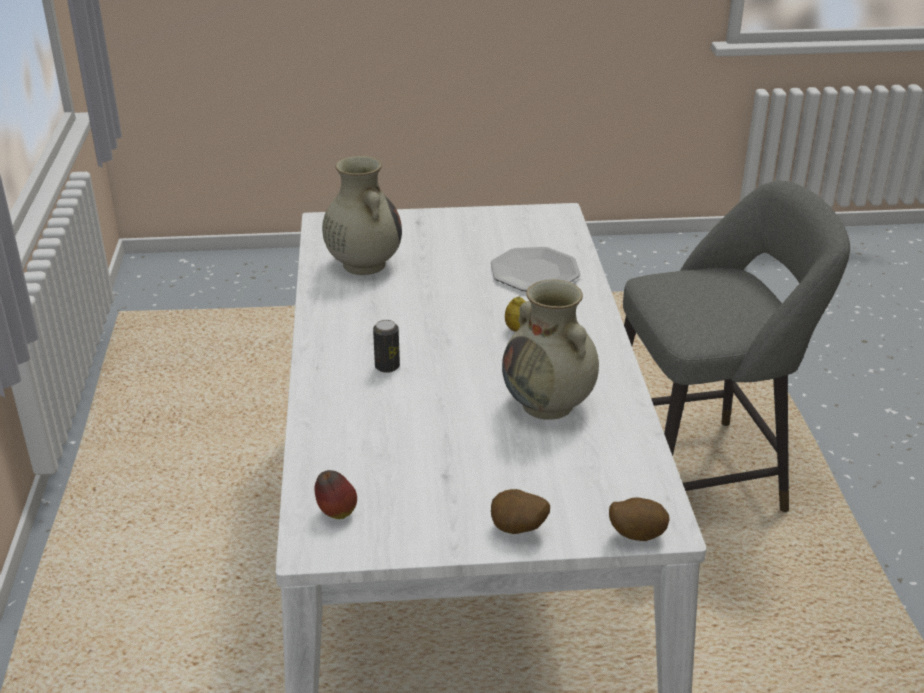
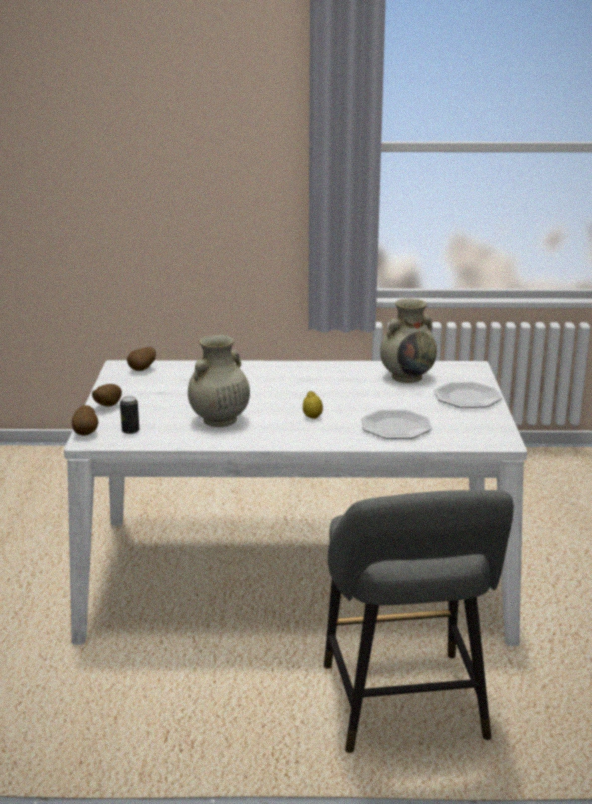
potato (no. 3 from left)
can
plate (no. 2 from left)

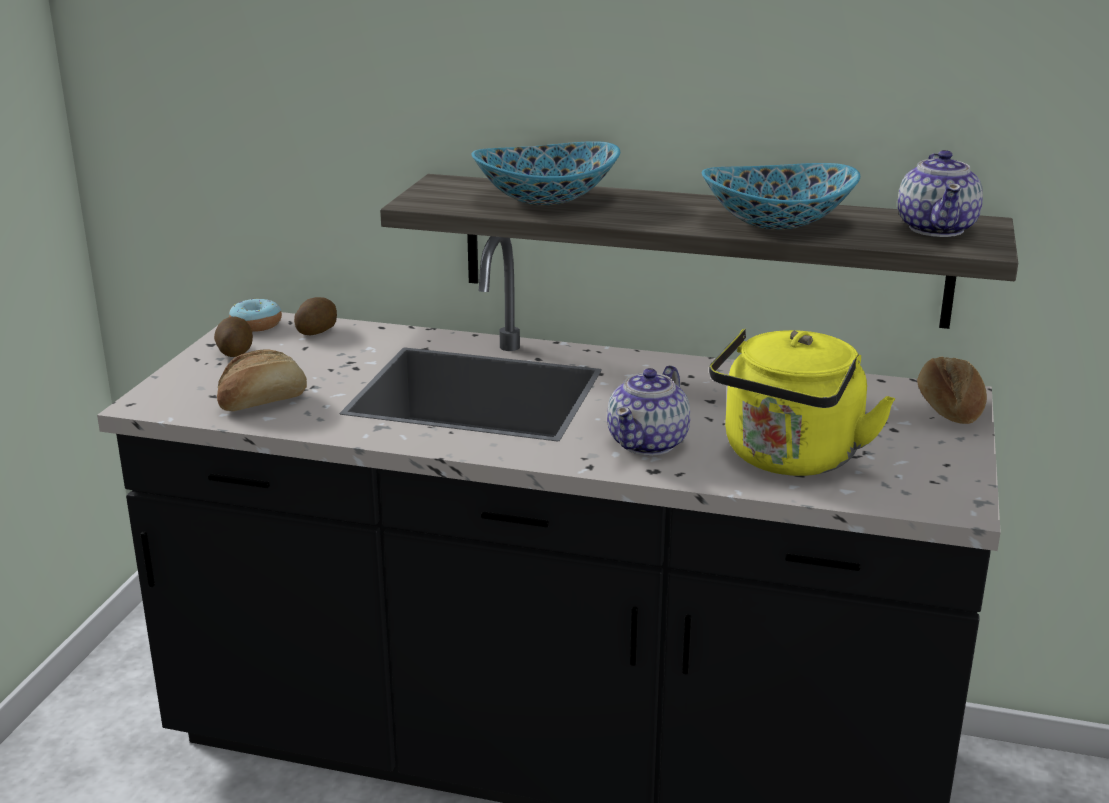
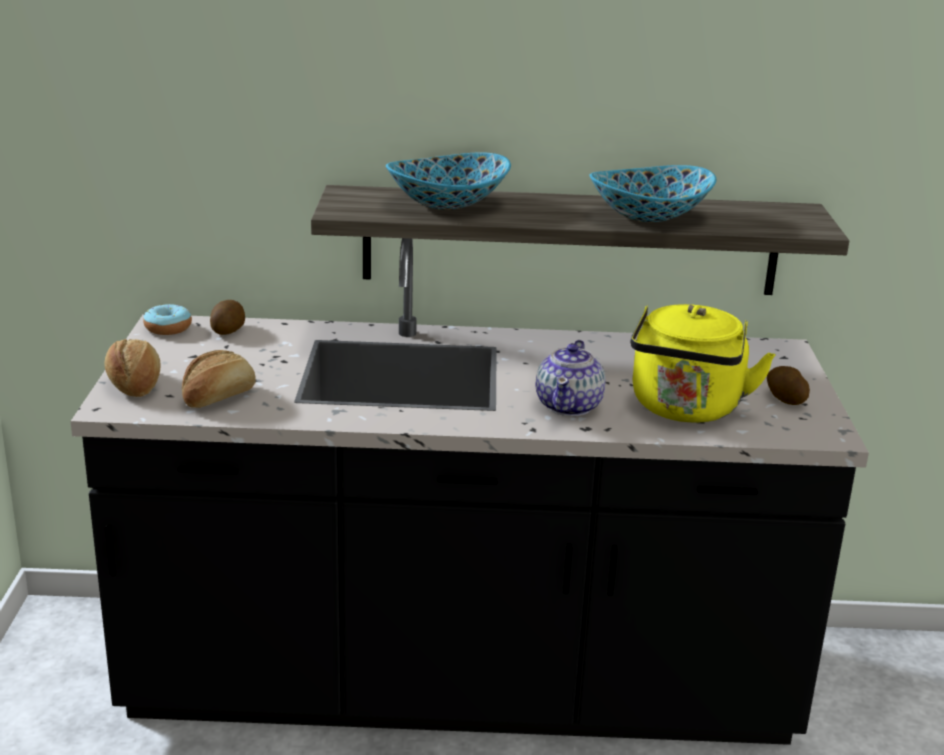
potato (no. 2 from left)
teapot (no. 2 from left in the first image)
bread (no. 1 from left)

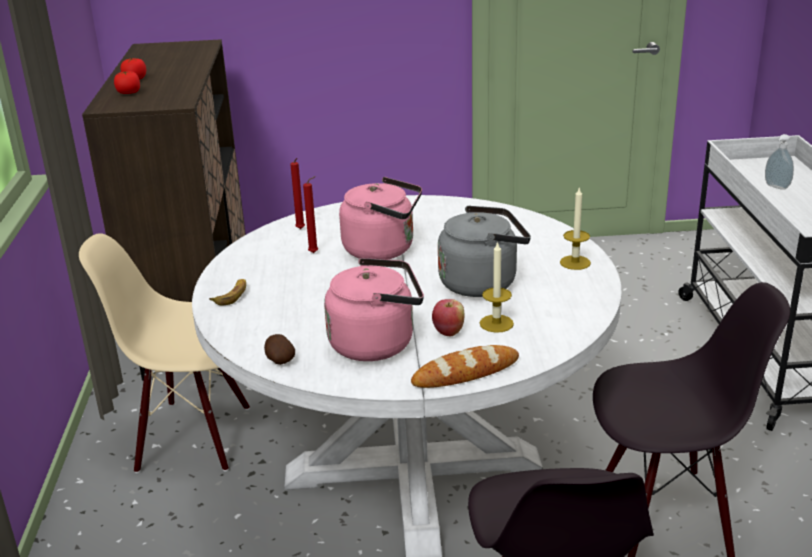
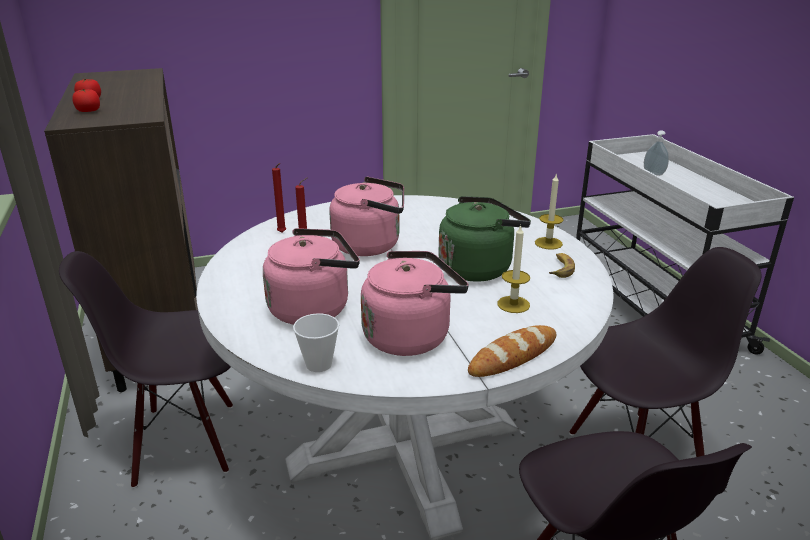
chair (black) (no. 1 from left)
banana
cup
apple
kettle (green)
kettle (pink) (no. 1 from left)

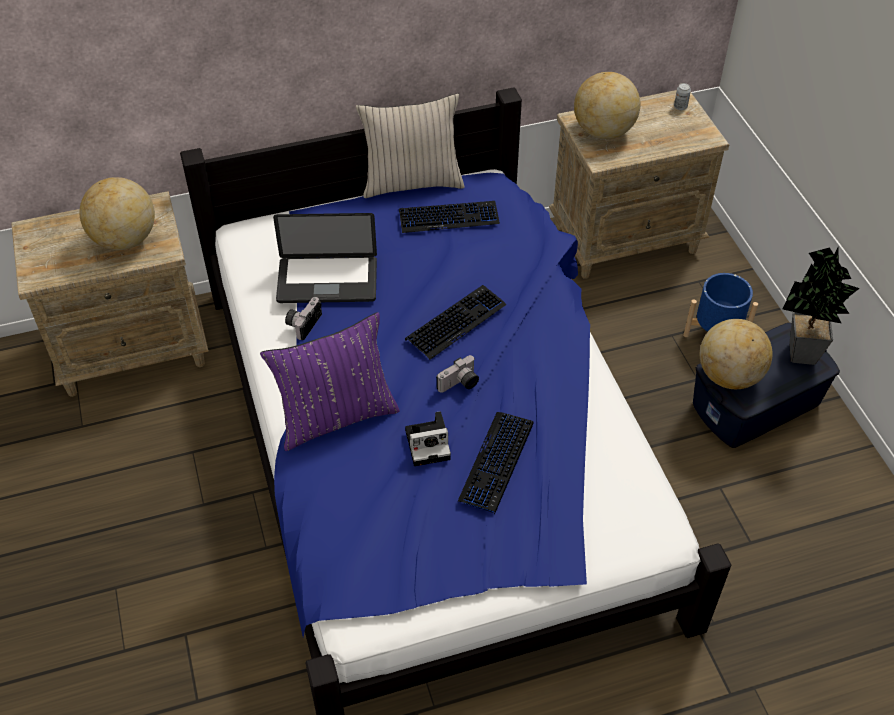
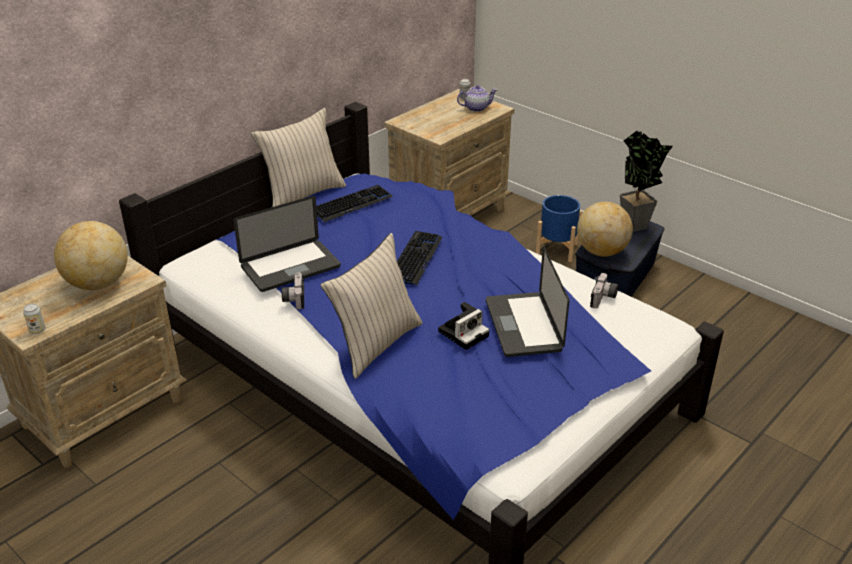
pillow (beige) (no. 2 from left)
photo camera (no. 3 from left)
laptop (no. 2 from left)
globe (no. 2 from left in the first image)
can (no. 1 from left)
teapot

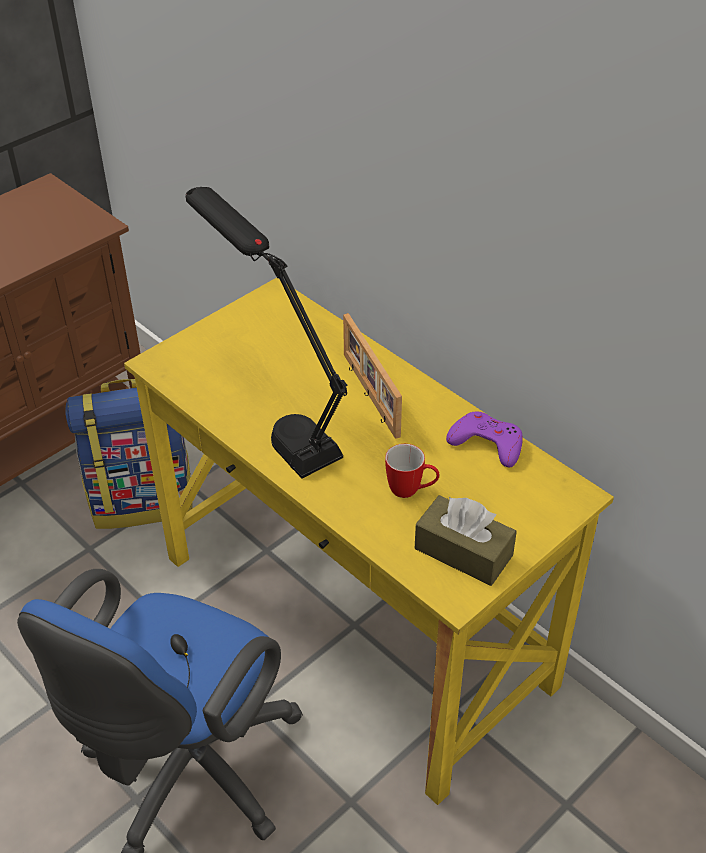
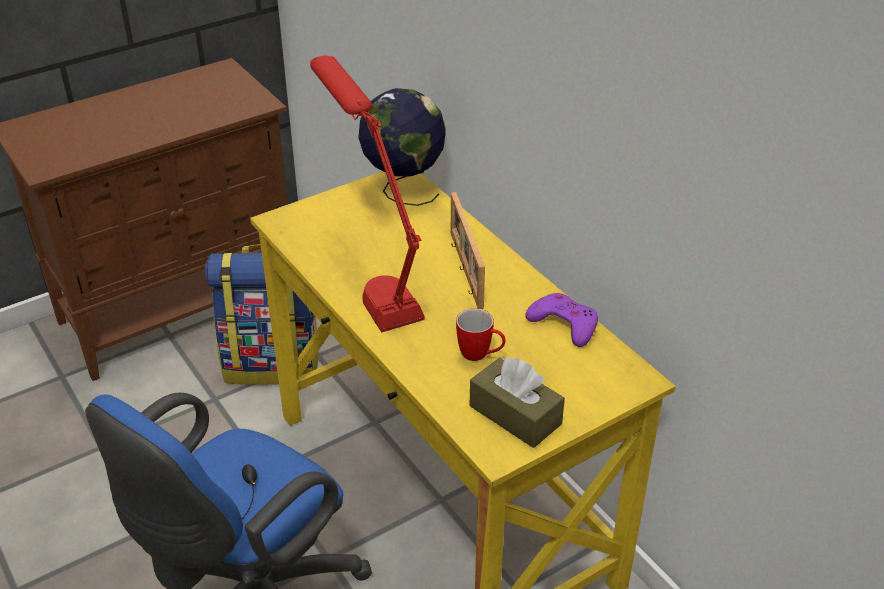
table lamp (red)
globe

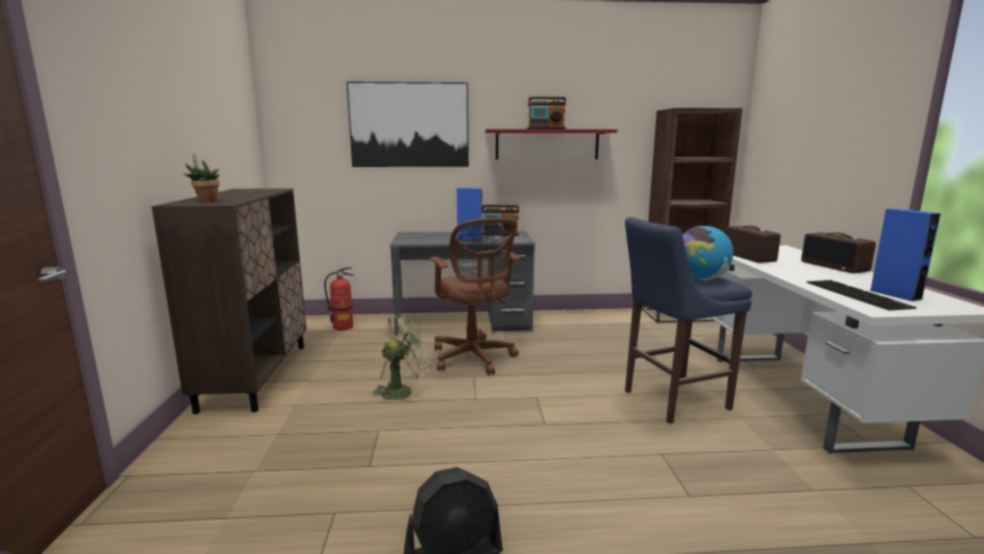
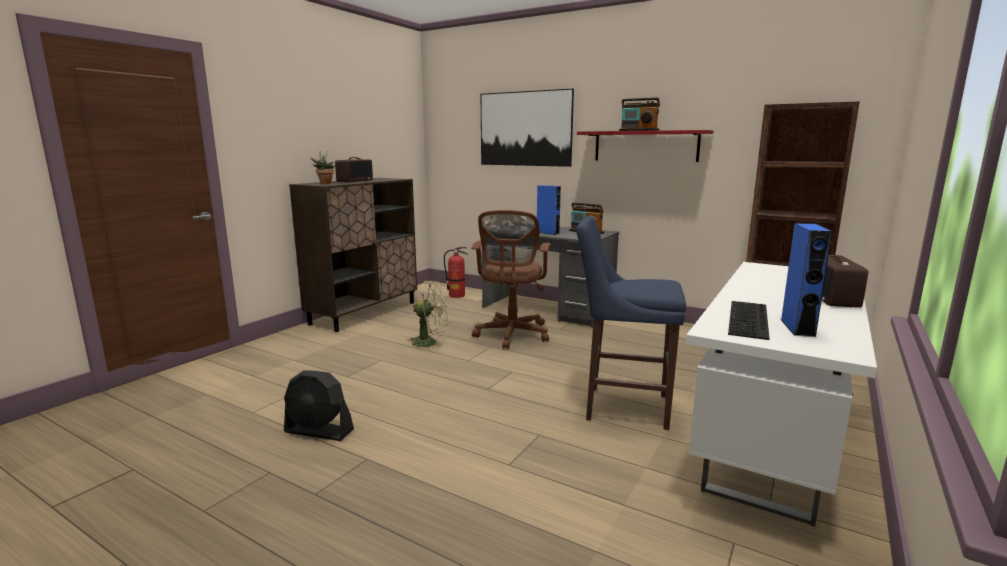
globe
radio (no. 1 from left)

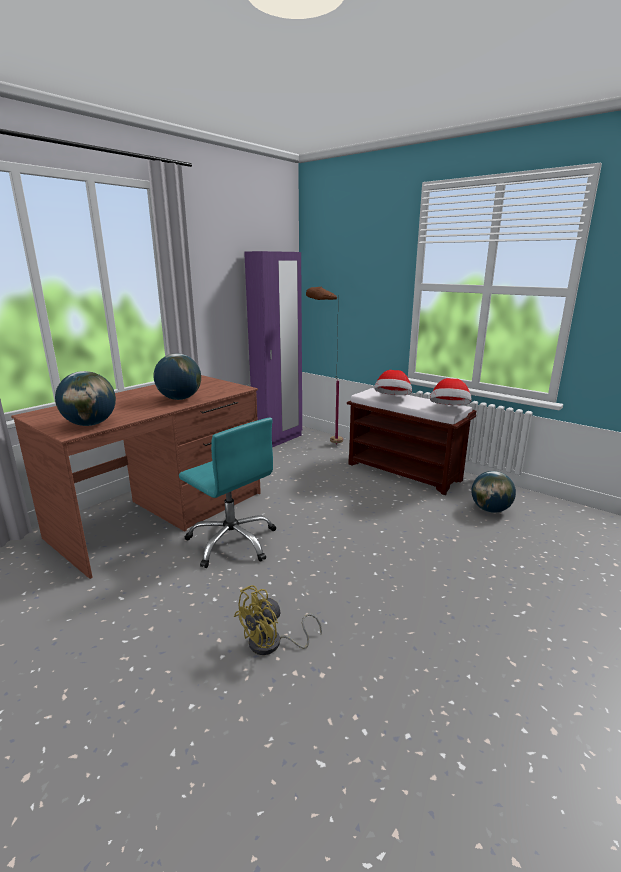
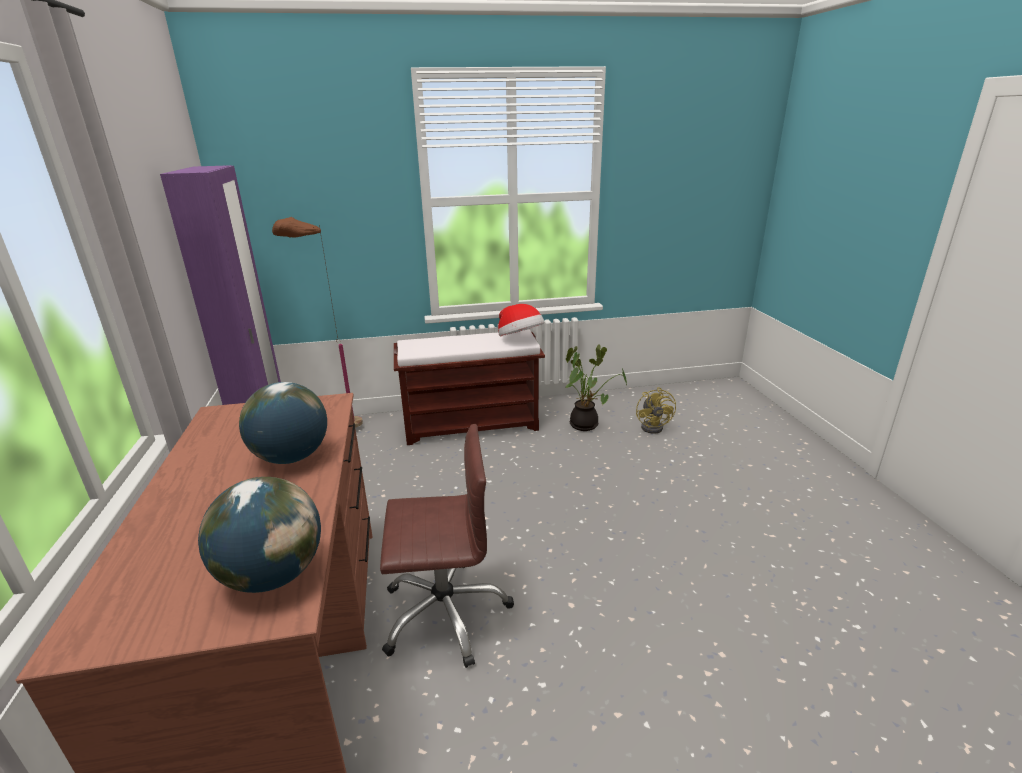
office chair (brown)
fan (yellow)
hat (no. 1 from left in the first image)
potted plant

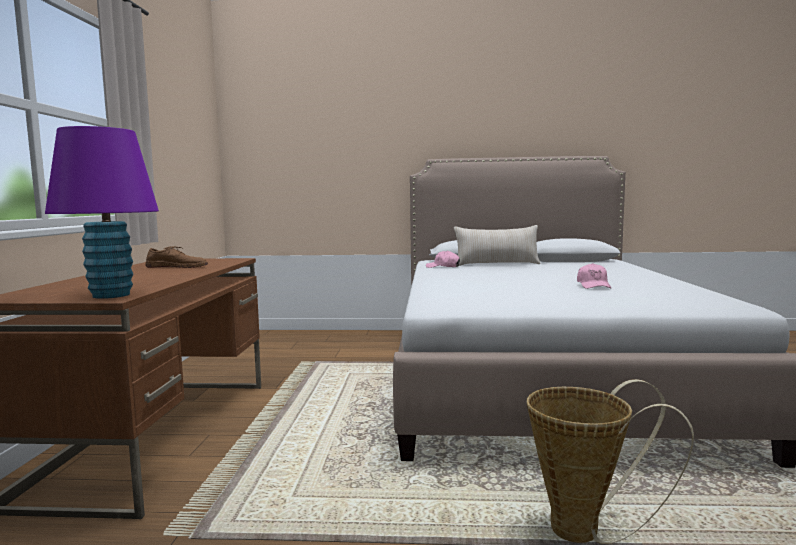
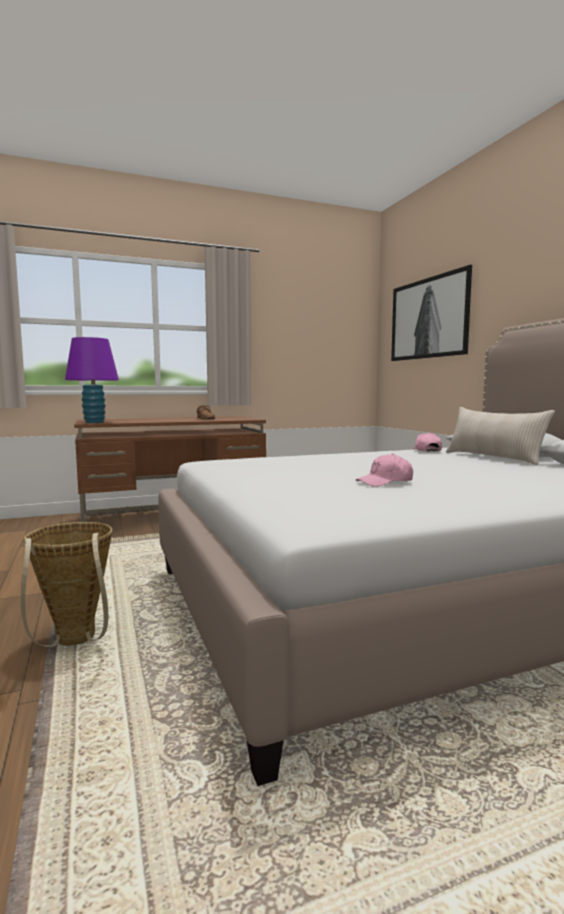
picture

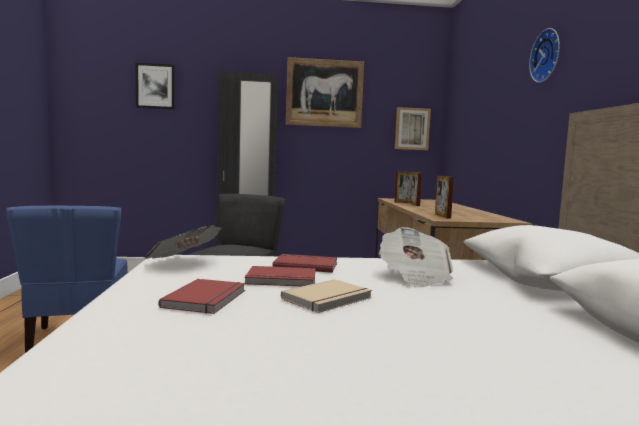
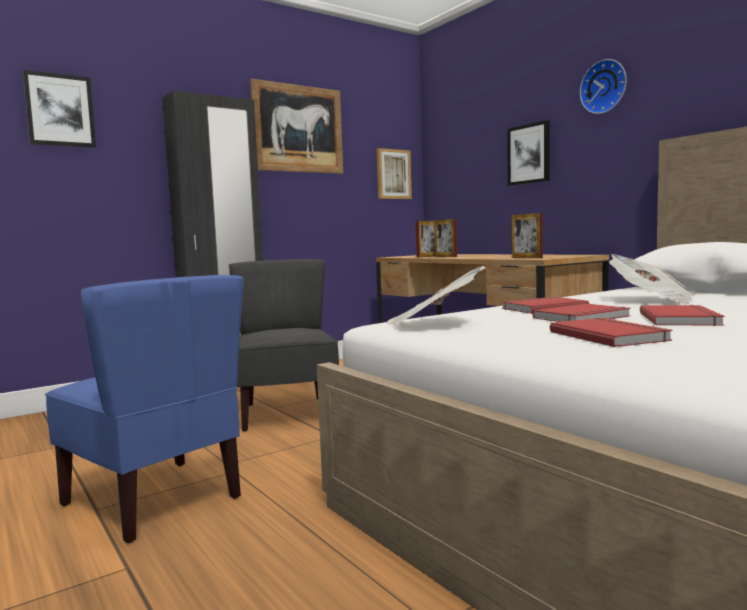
book (red) (no. 4 from left)
picture (no. 4 from left)

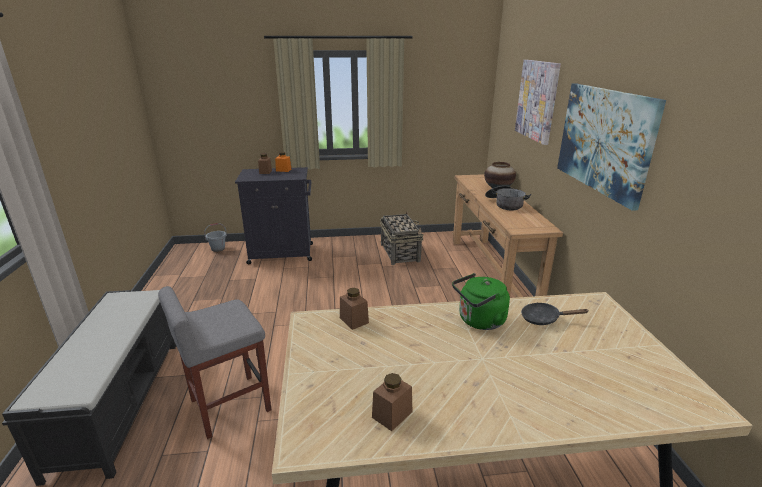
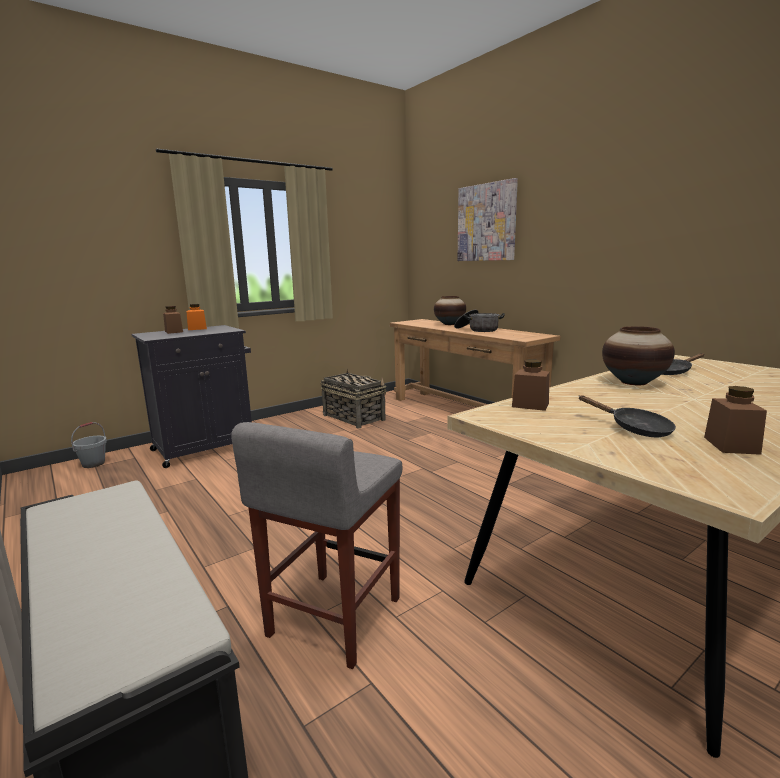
vase (no. 2 from left)
picture (no. 2 from left in the first image)
frying pan (black) (no. 1 from left)

